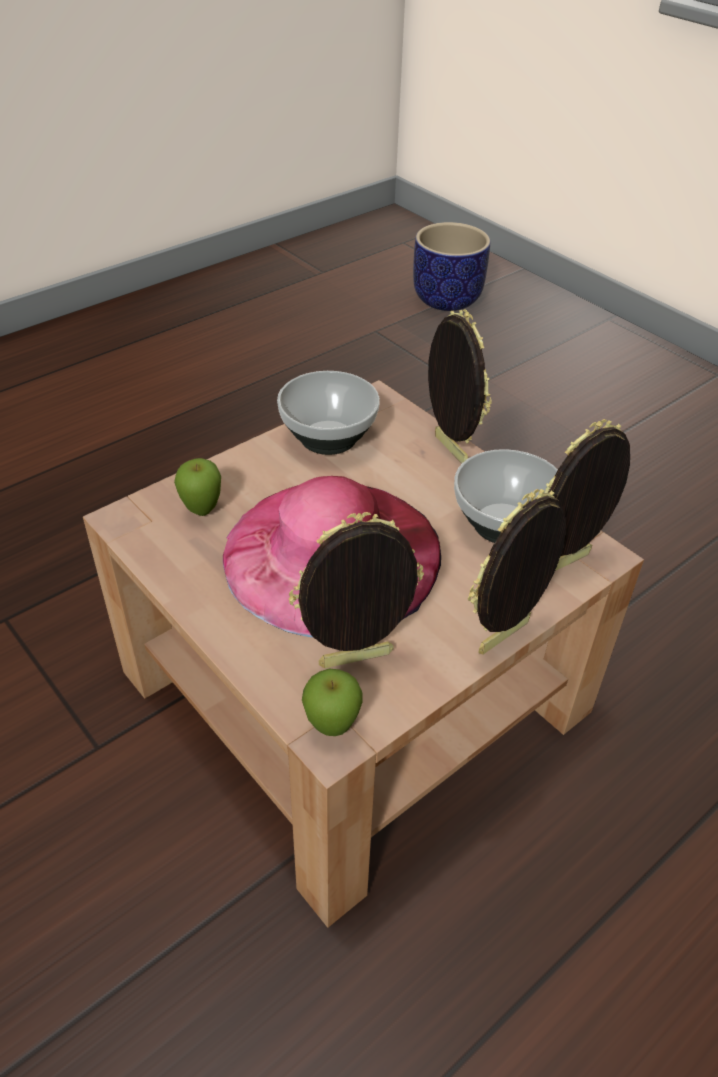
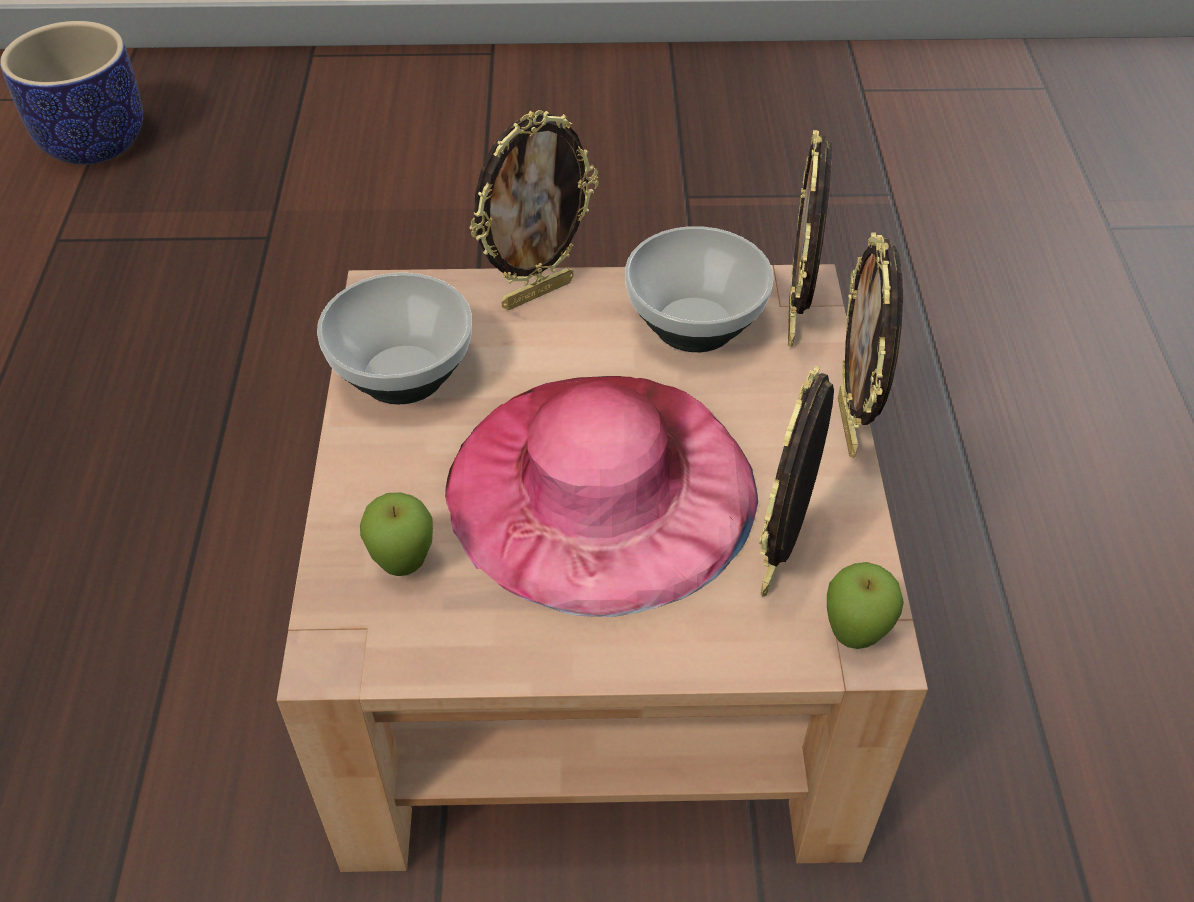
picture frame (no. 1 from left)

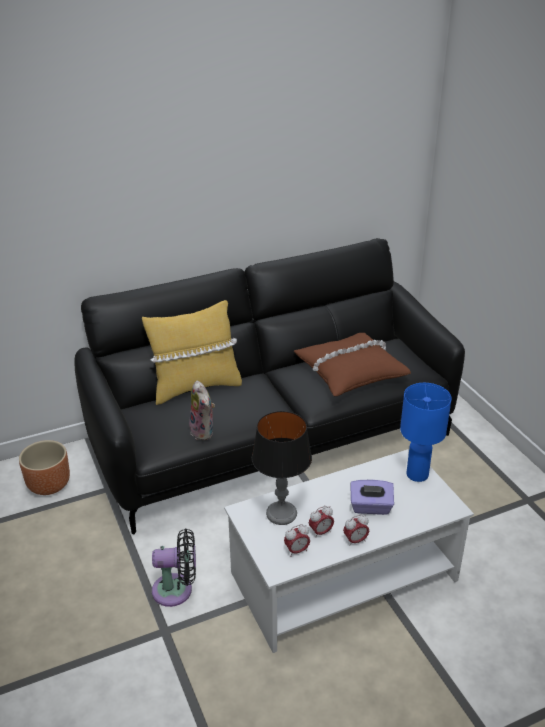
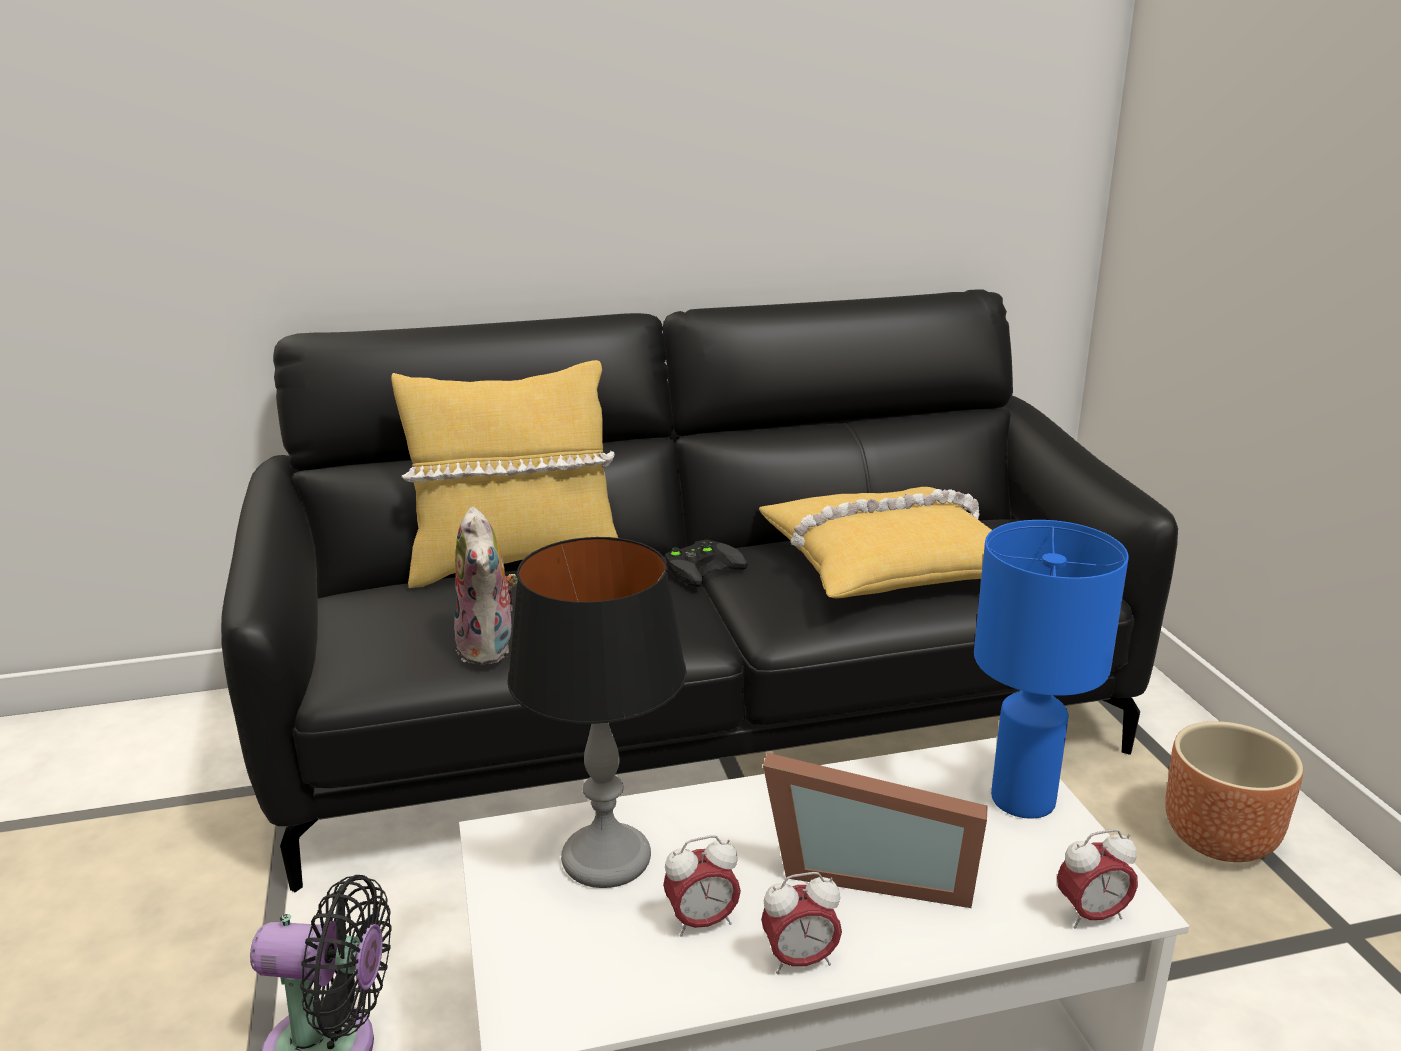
planter (brown)
alarm clock (no. 3 from left)
pillow (yellow) (no. 2 from left)
picture frame
game controller (black)

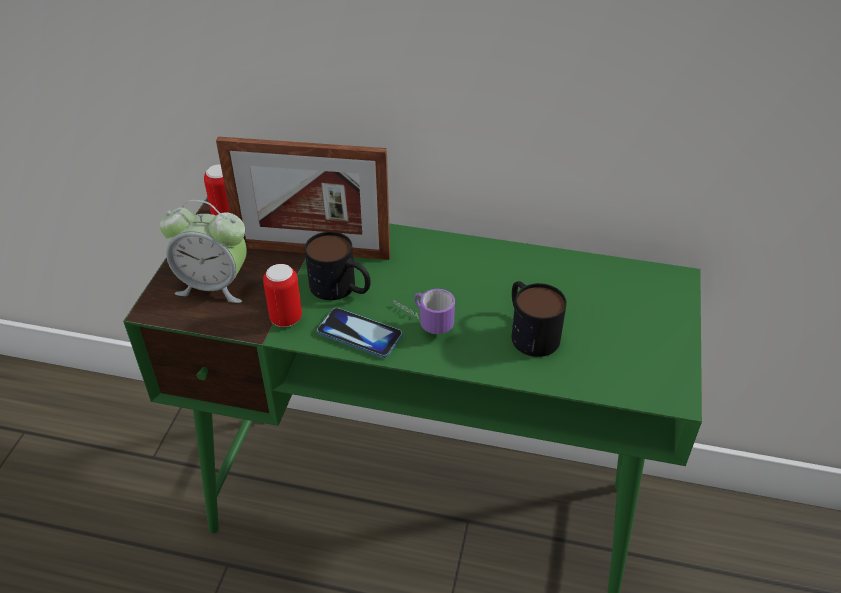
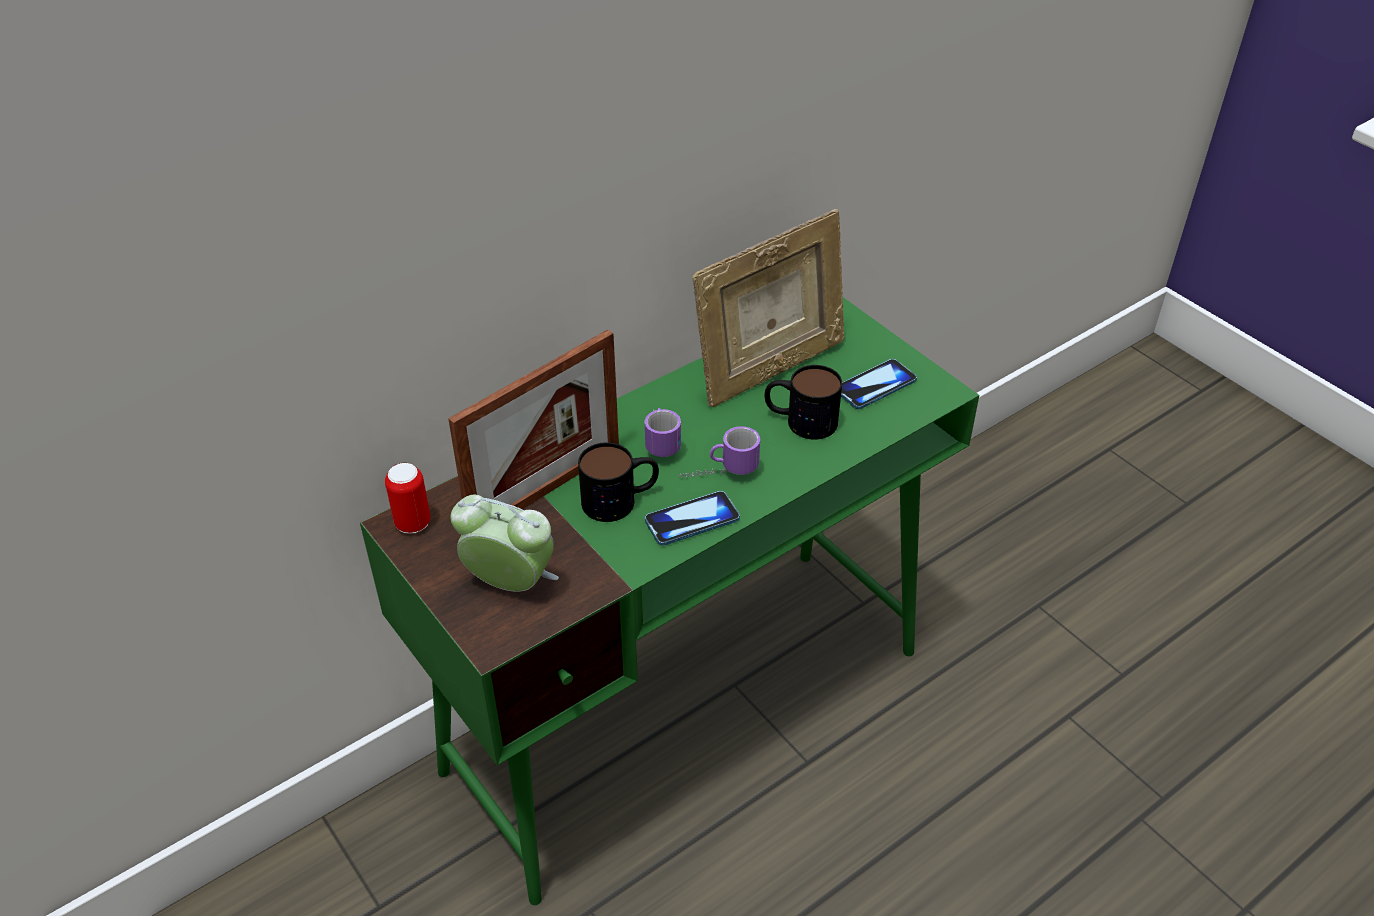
alarm clock
can (no. 2 from left in the first image)
mug (no. 2 from left)
picture frame (no. 2 from left)
phone (no. 2 from left)

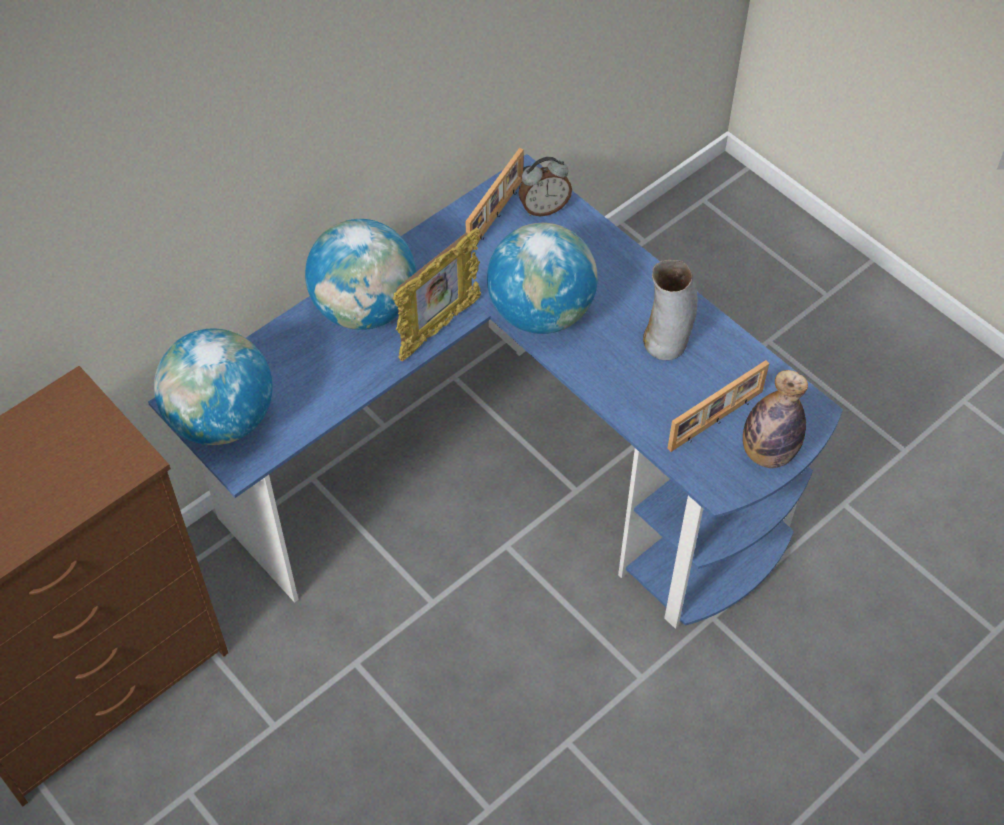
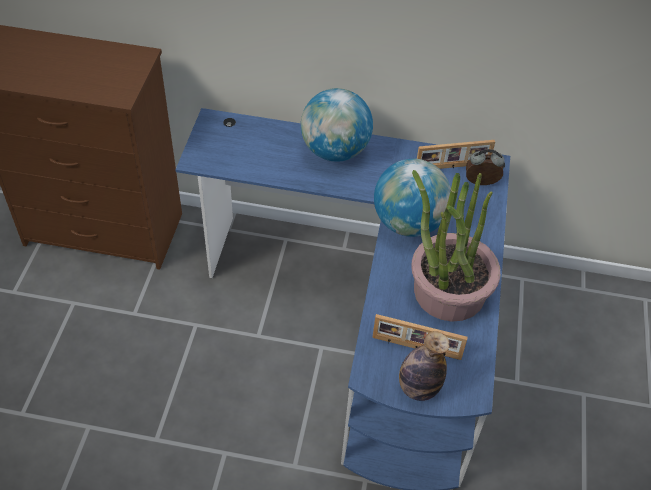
globe (no. 1 from left in the first image)
picture frame (no. 1 from left in the first image)
alarm clock
potted plant

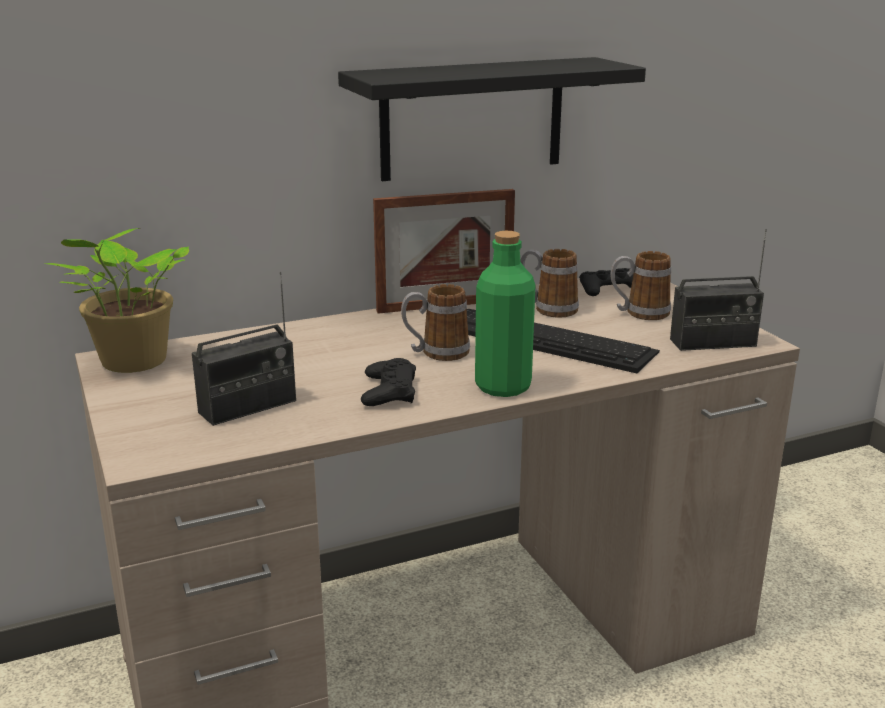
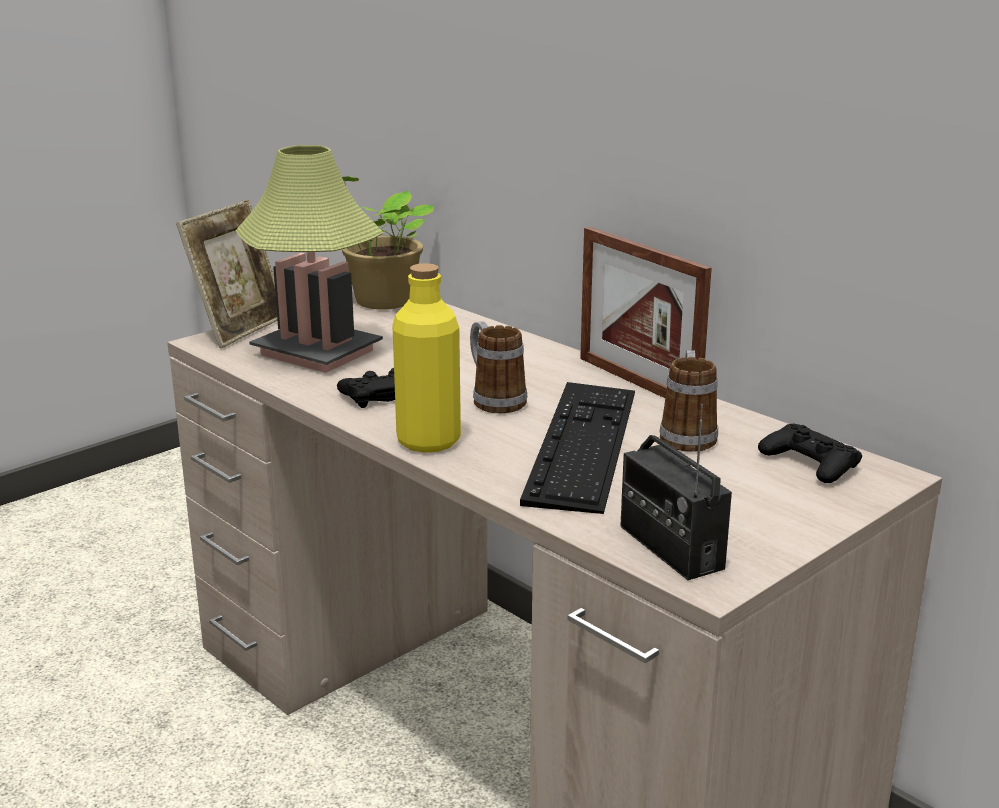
table lamp
shelf (black)
bottle (yellow)
mug (no. 3 from left in the first image)
picture frame (no. 1 from left)

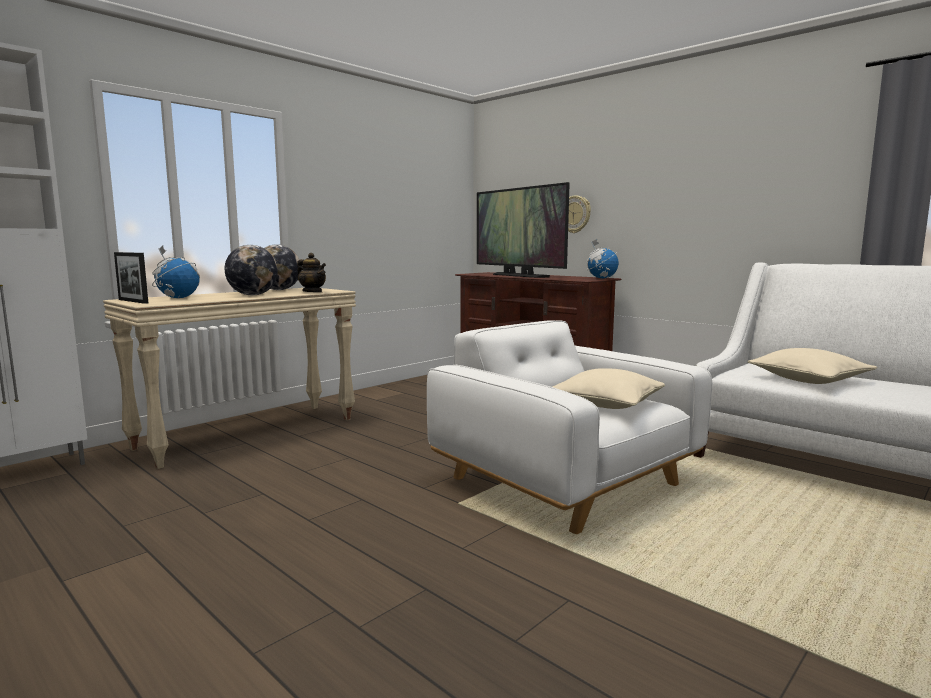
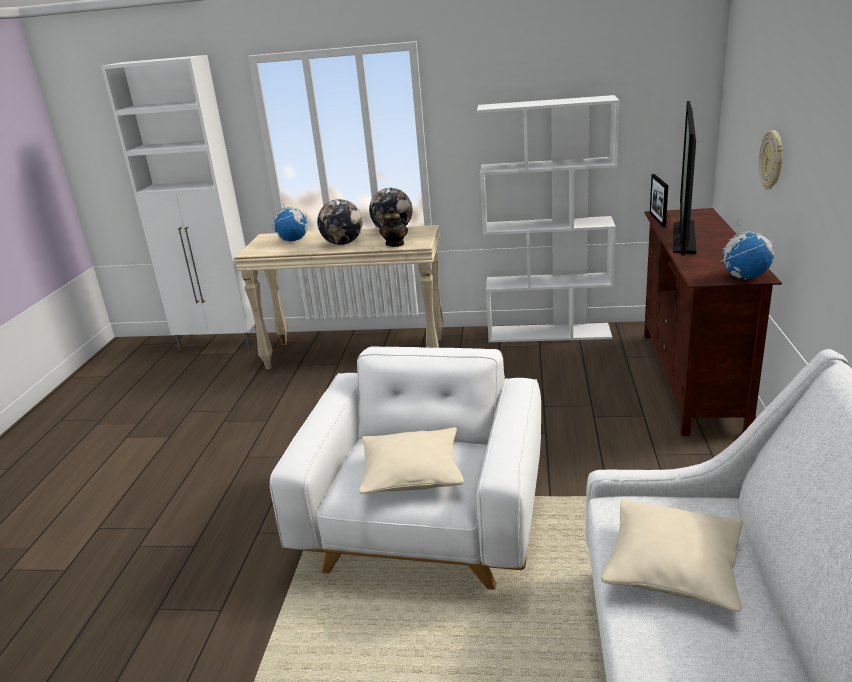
picture frame
bookcase (white)

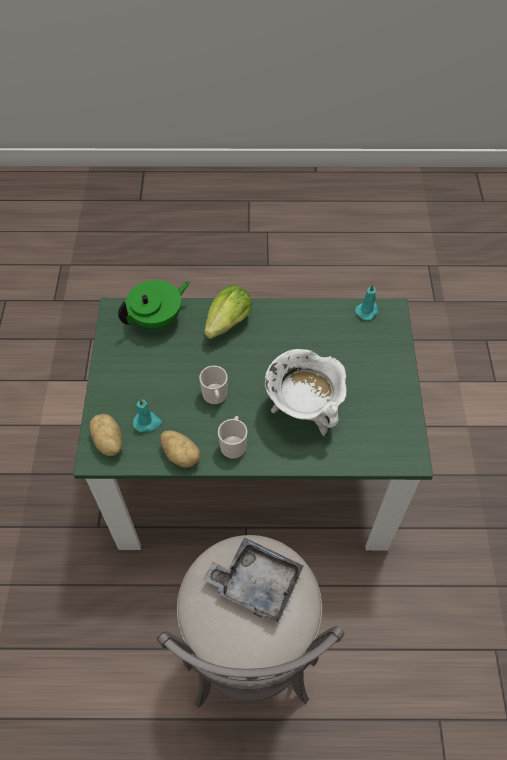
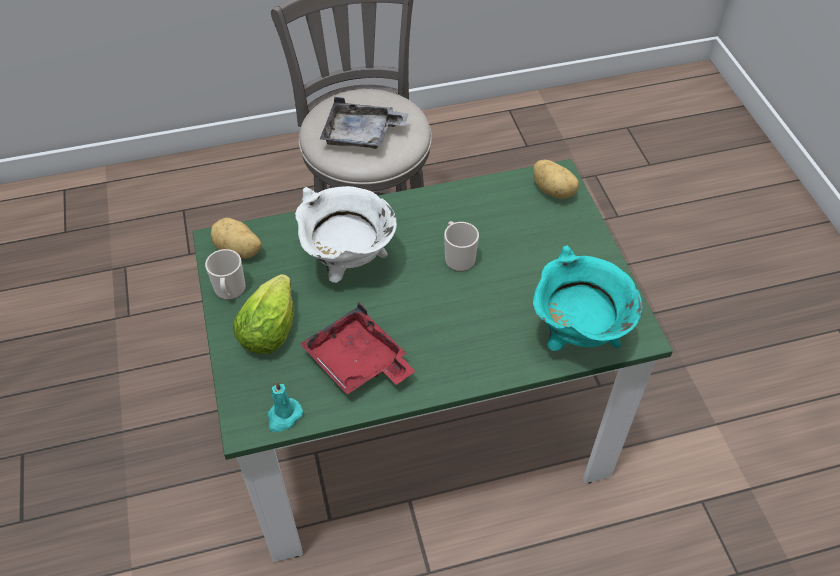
cooking pot (turquoise)
candle (turquoise) (no. 1 from left in the first image)
potato (no. 1 from left)
lettuce
mug (no. 1 from left)
tray (red)

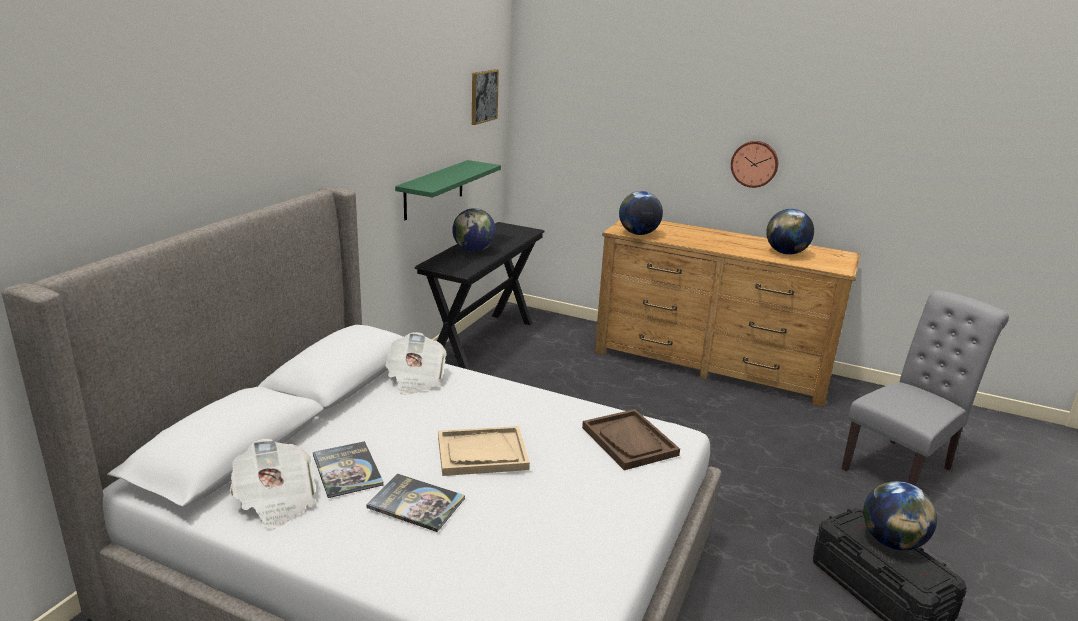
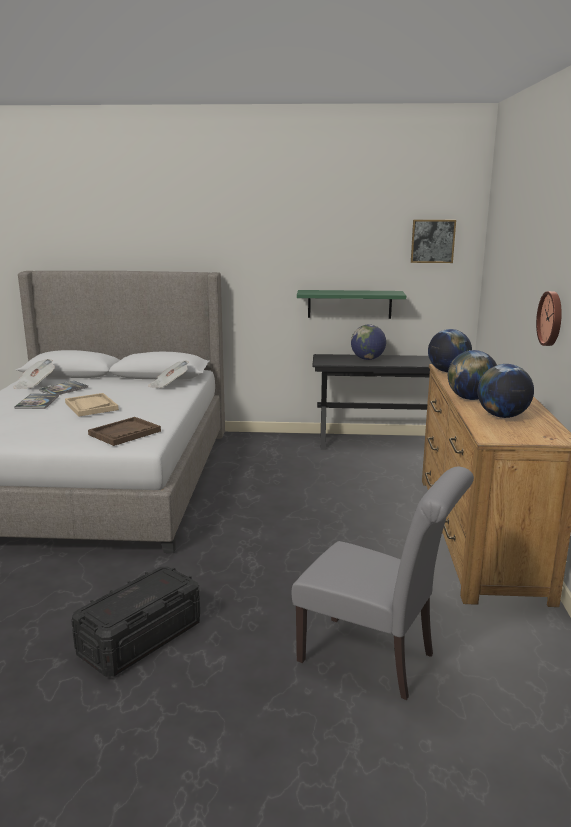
globe (no. 3 from left)

